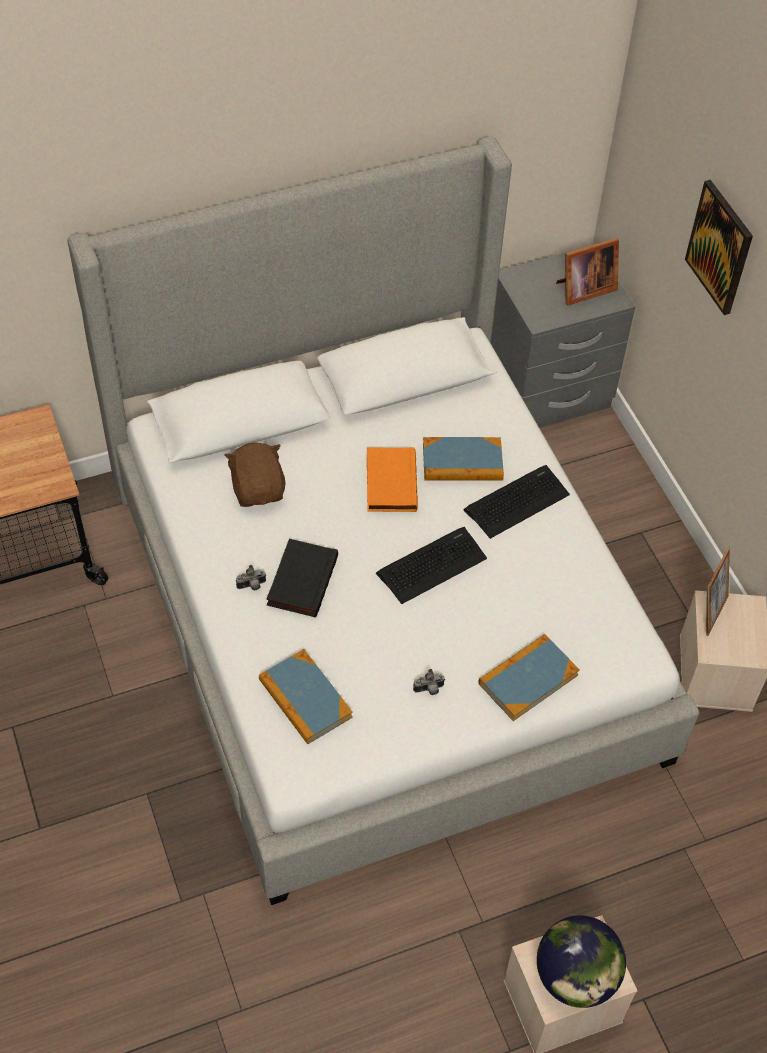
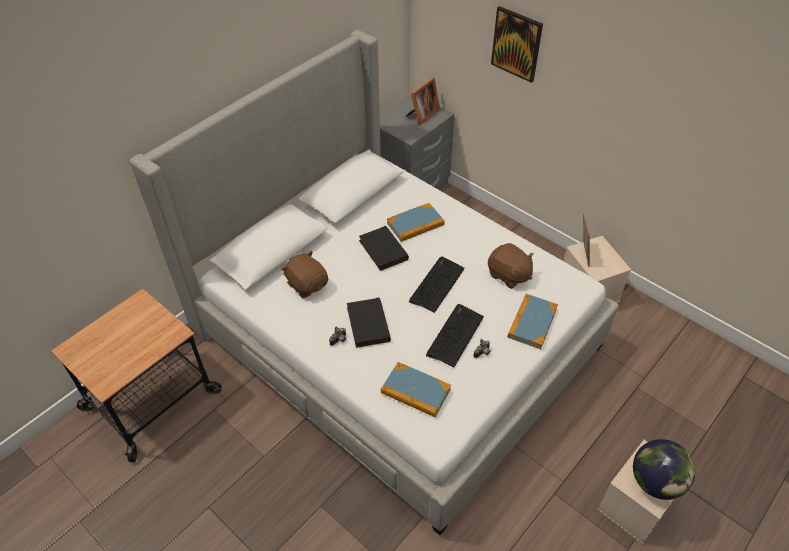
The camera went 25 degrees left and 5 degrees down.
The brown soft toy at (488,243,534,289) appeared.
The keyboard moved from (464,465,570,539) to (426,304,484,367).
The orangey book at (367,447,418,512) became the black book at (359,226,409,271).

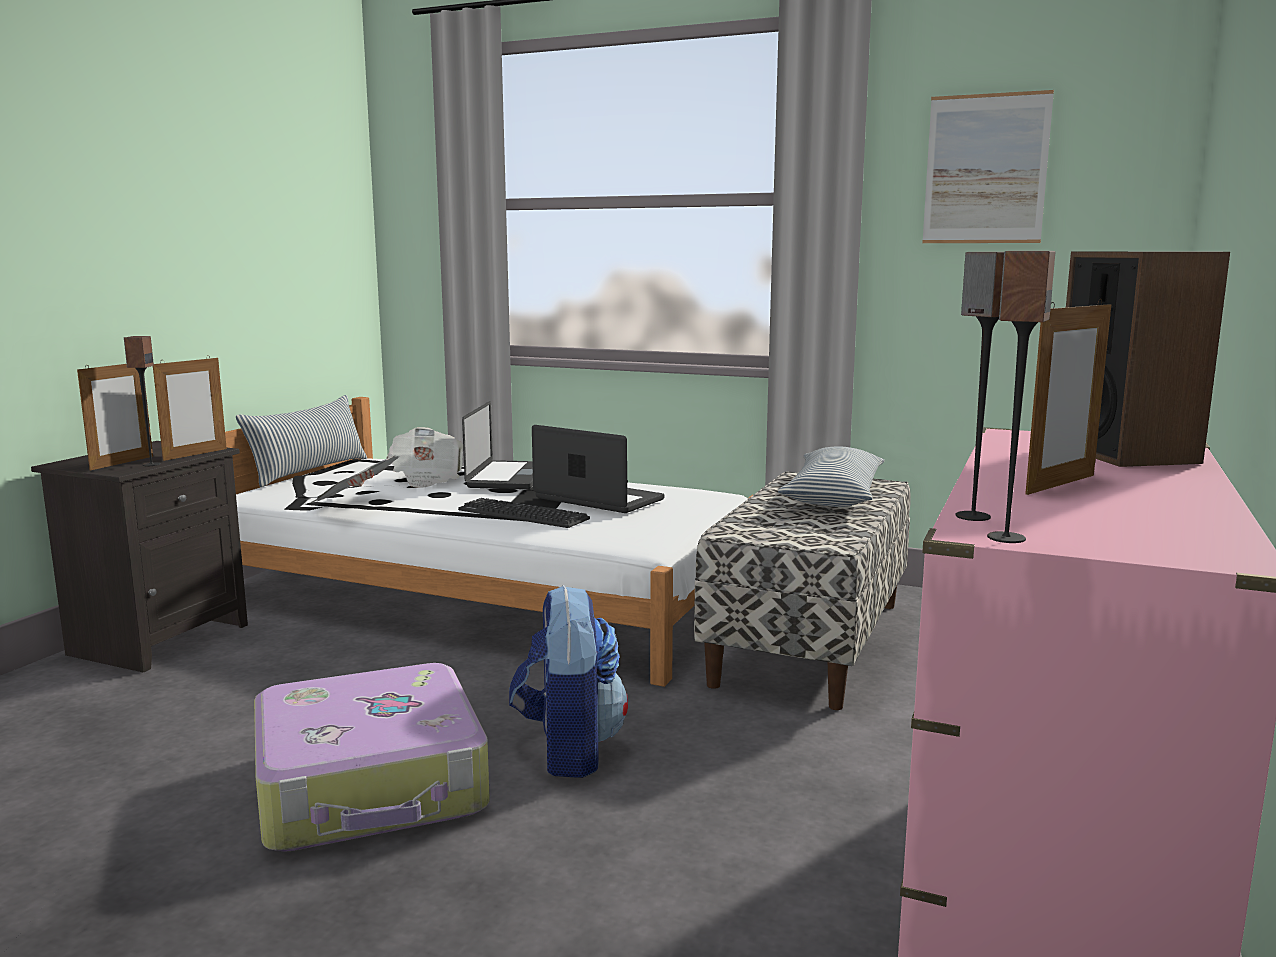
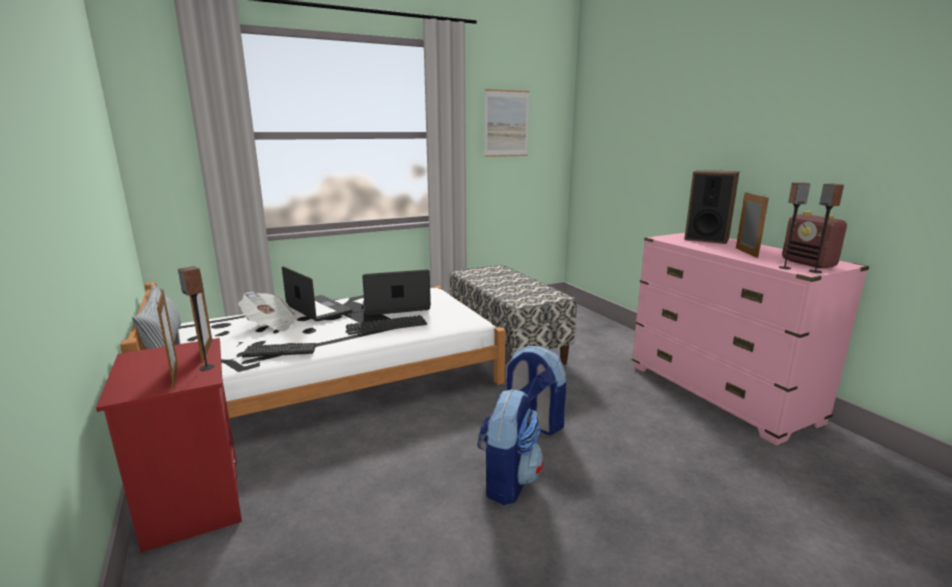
The camera went 50 degrees left and 5 degrees up.
The cushion at (778,446,884,507) disappeared.
The radio at (782,211,847,268) appeared.
The piece of luggage at (254,663,490,852) was replaced by the knapsack at (477,389,544,505).
The printed paper at (312,455,399,502) was replaced by the keyboard at (242,343,316,358).
The black night table at (31,441,248,673) became the red-coloured night table at (96,338,242,553).

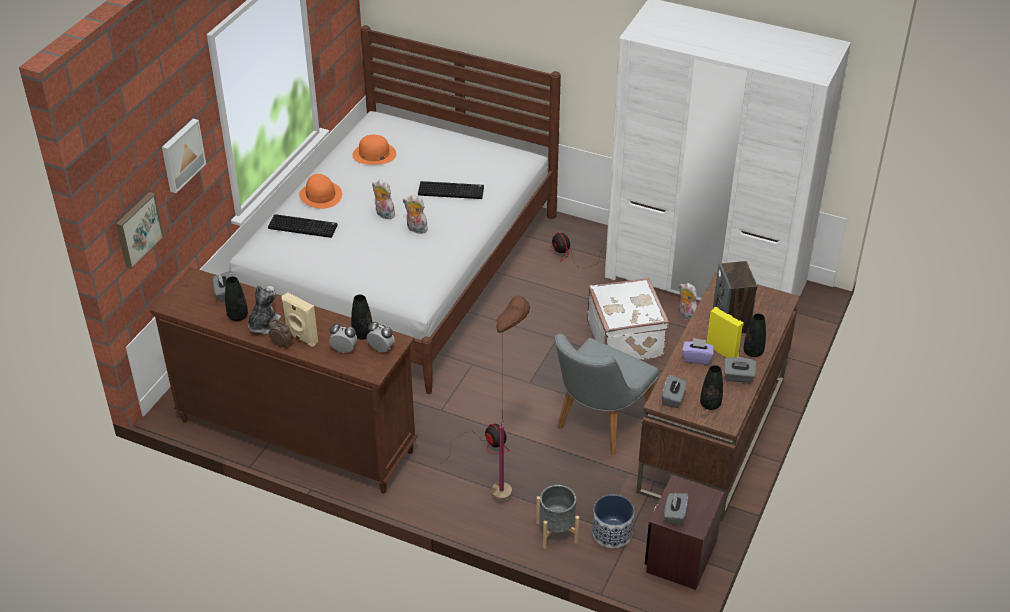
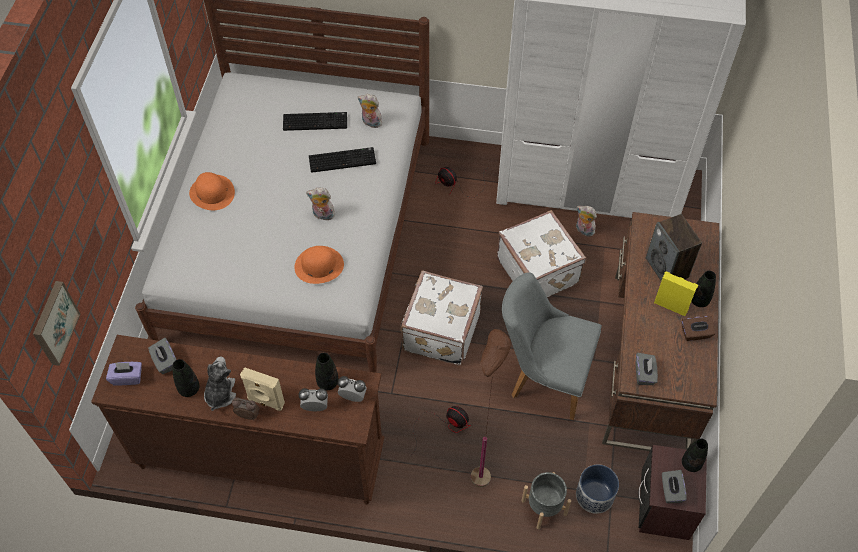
The camera went 15 degrees left and 15 degrees up.
The wall picture at (162,119,206,193) disappeared.
The white piece of luggage at (400,270,483,366) appeared.
The keyboard moved from (268,214,338,238) to (283,112,347,131).
The orangey wearable hat moved from (352,135,396,165) to (294,246,344,284).
The soft toy moved from (372,180,395,219) to (358,94,382,128).
The purple-coloured tissue box moved from (682,338,714,365) to (106,362,142,386).
The black decorative vase moved from (700,365,723,410) to (682,439,708,472).
The grey tissue box at (724,357,756,383) became the brown tissue box at (682,316,715,341).
The grey plain chair at (555,334,659,455) turned 90 degrees clockwise.

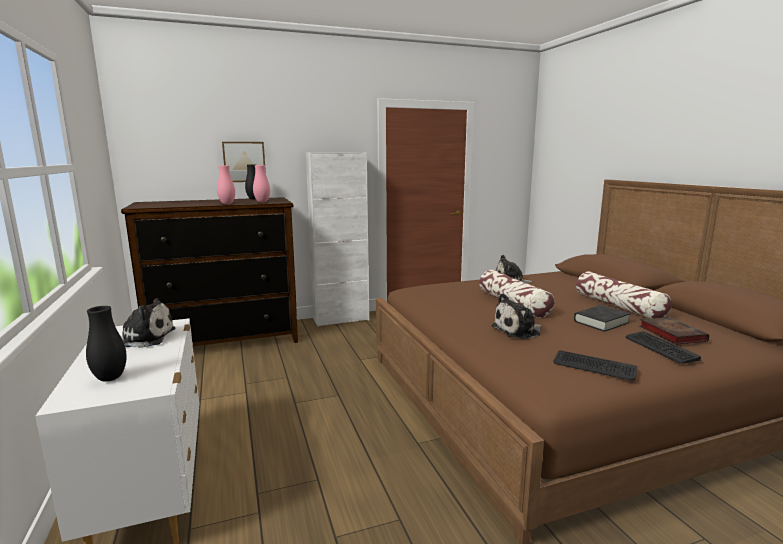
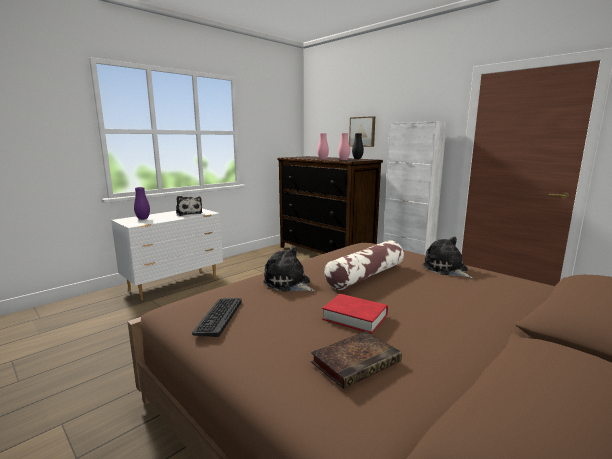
The camera went 65 degrees right and 0 degrees up.
The cushion at (576,272,672,318) disappeared.
The keyboard at (626,331,701,364) disappeared.
The black decorative vase at (86,306,127,382) became the purple-coloured decorative vase at (134,187,150,220).
The black book at (574,305,631,332) became the red-coloured book at (322,294,388,334).

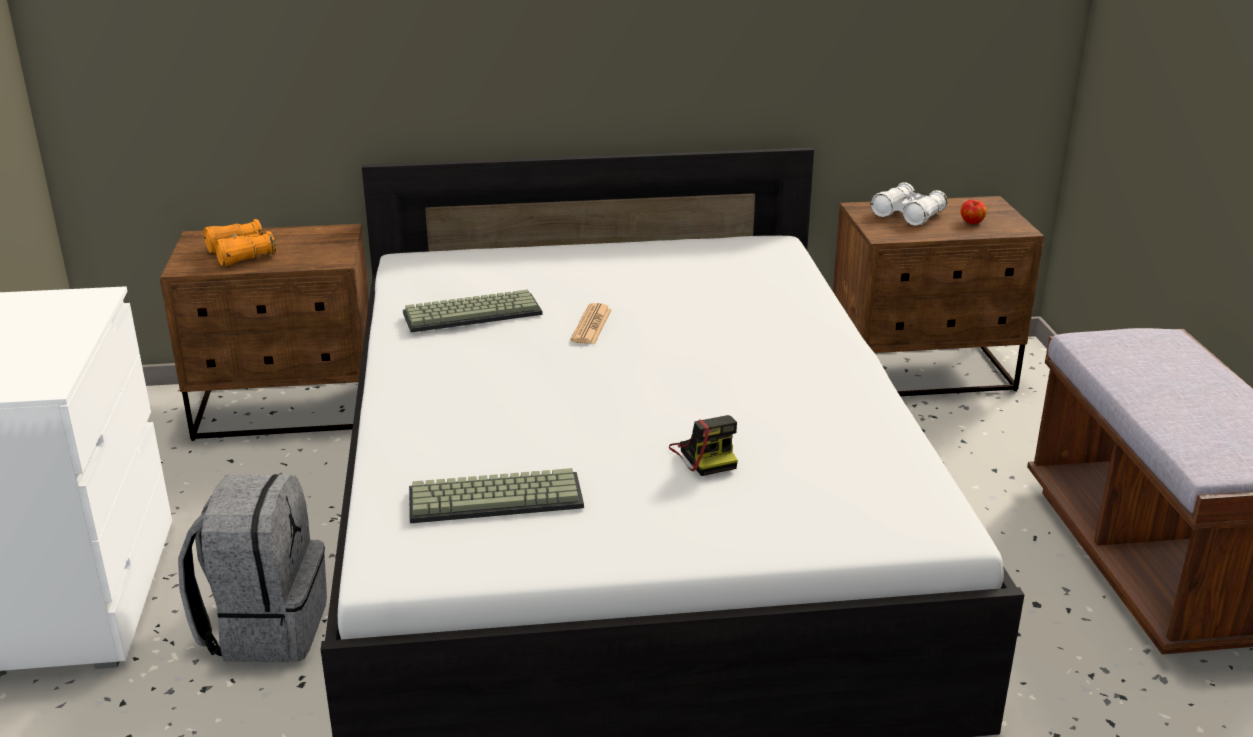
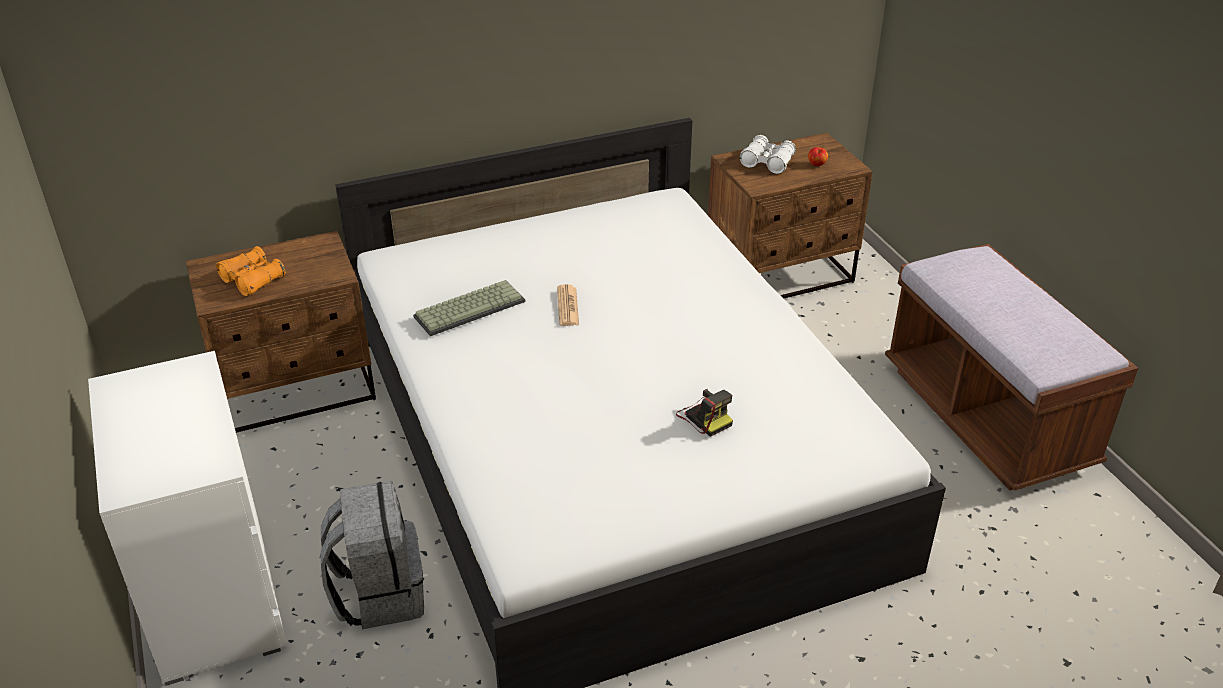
The camera went 15 degrees left and 10 degrees up.
The keyboard at (409,468,584,523) disappeared.

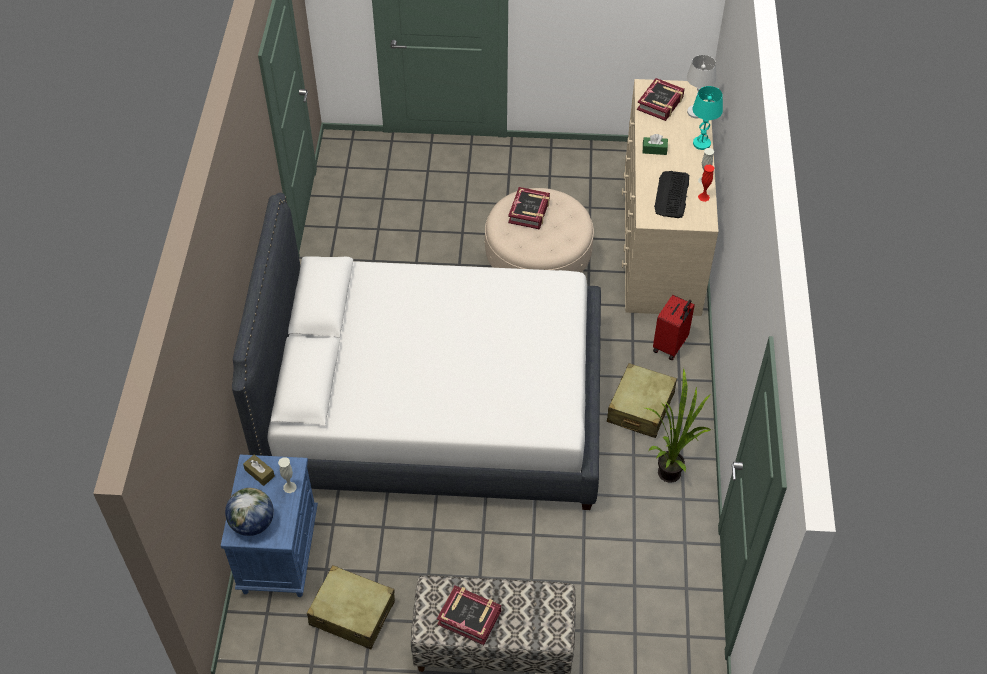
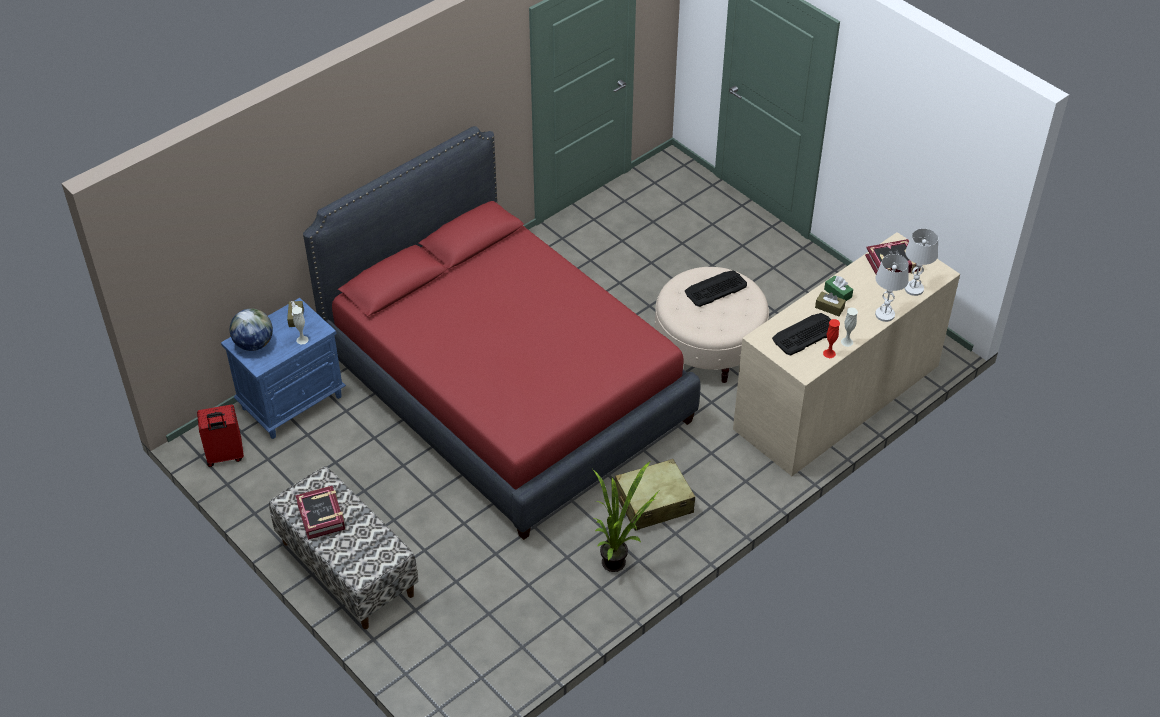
The camera went 45 degrees right and 5 degrees down.
The beige piece of luggage at (307,565,395,649) disappeared.
The brown tissue box at (815,292,846,316) appeared.
The red-coloured piece of luggage moved from (653,295,695,360) to (197,405,244,467).
The book at (508,187,550,230) was replaced by the keyboard at (685,271,747,307).
The white bedroom bed at (232,193,601,510) became the red-coloured bedroom bed at (303,126,700,540).
The turquoise table lamp at (693,86,723,150) became the white table lamp at (875,254,909,322).

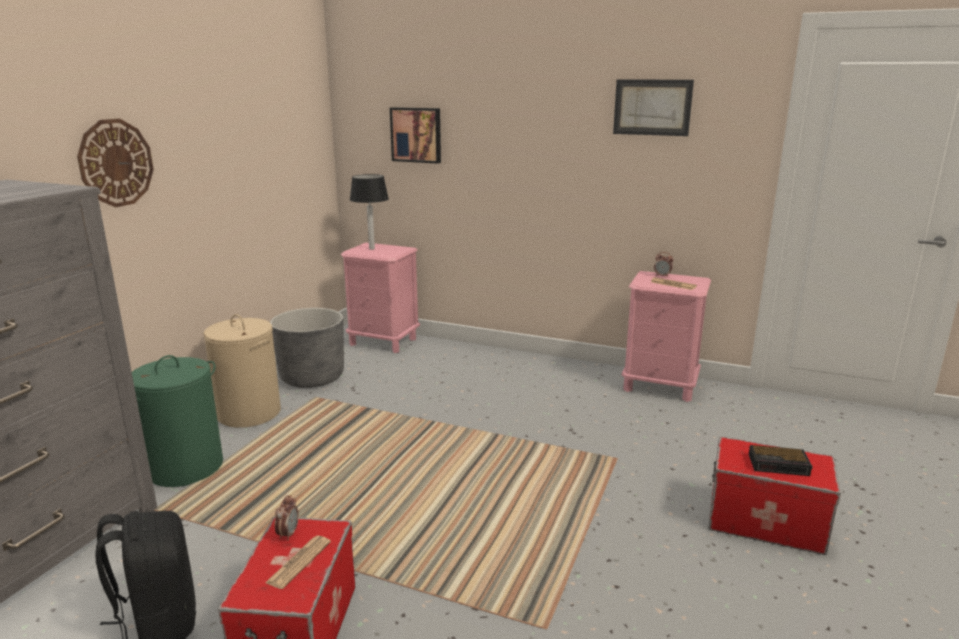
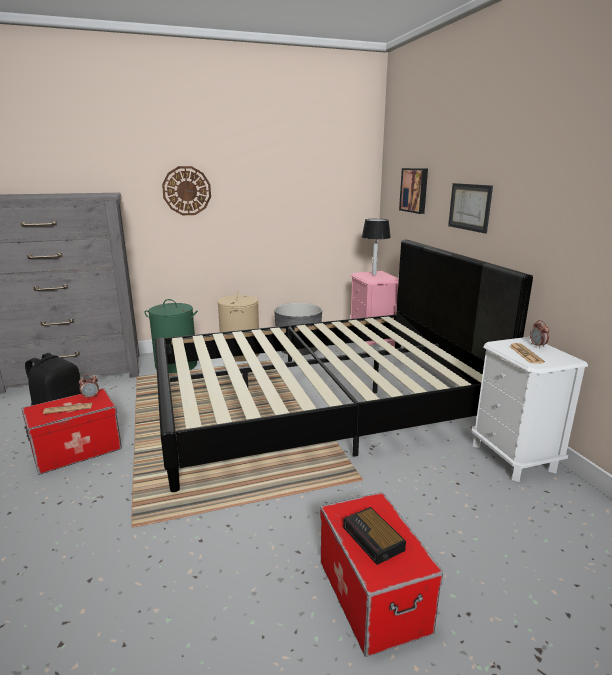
The camera went 50 degrees right and 0 degrees up.
The black bedroom bed at (155,240,533,492) appeared.
The wall picture moved from (613,79,694,136) to (448,183,493,234).
The pinkish night table at (622,271,711,402) became the white night table at (471,337,588,482).

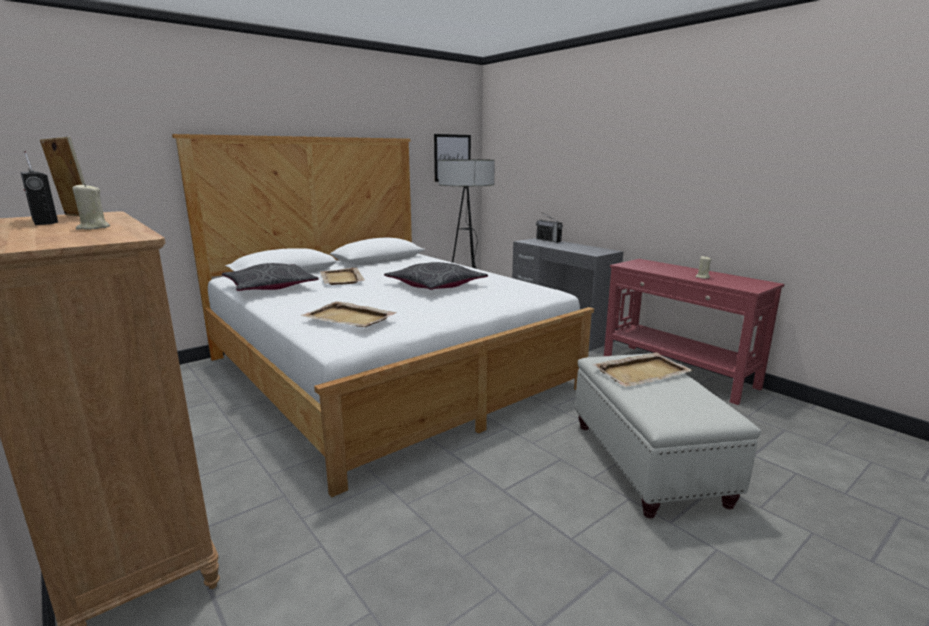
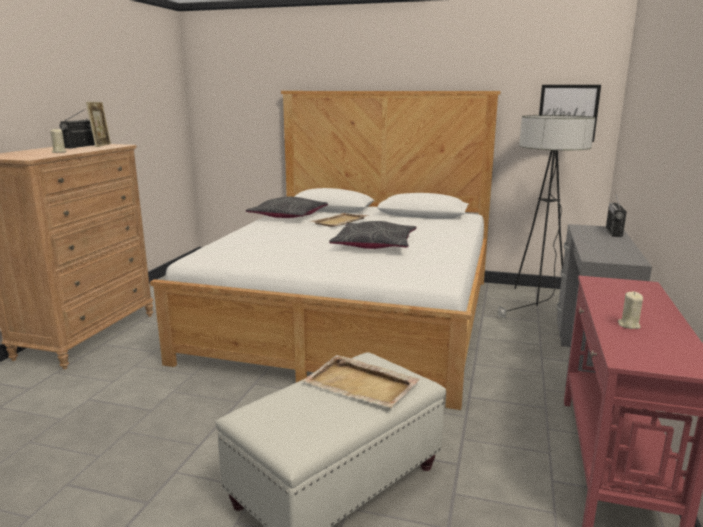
The camera went 55 degrees right and 0 degrees up.
The beige tray at (301,301,397,327) disappeared.

